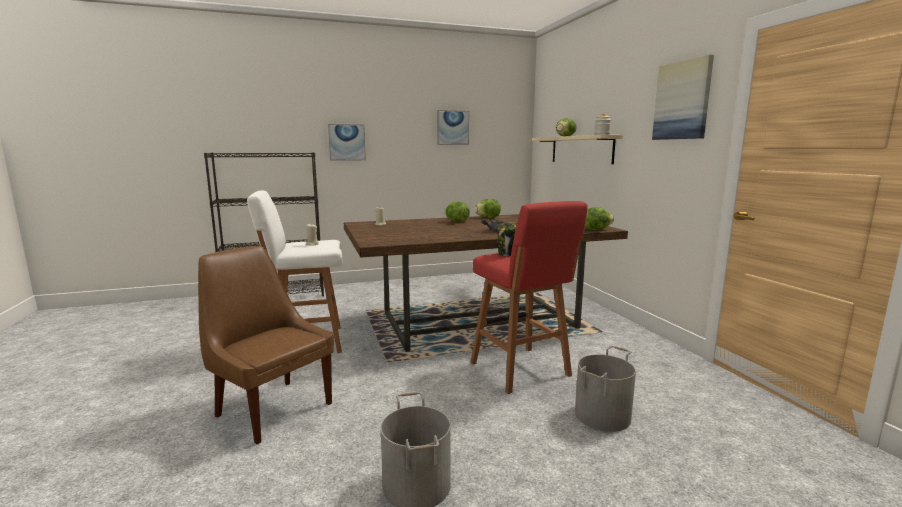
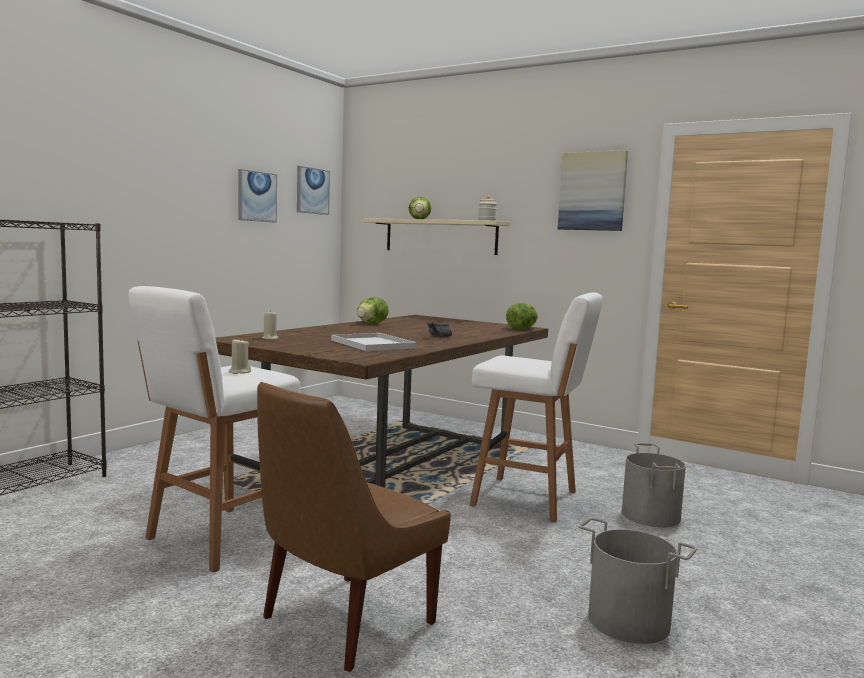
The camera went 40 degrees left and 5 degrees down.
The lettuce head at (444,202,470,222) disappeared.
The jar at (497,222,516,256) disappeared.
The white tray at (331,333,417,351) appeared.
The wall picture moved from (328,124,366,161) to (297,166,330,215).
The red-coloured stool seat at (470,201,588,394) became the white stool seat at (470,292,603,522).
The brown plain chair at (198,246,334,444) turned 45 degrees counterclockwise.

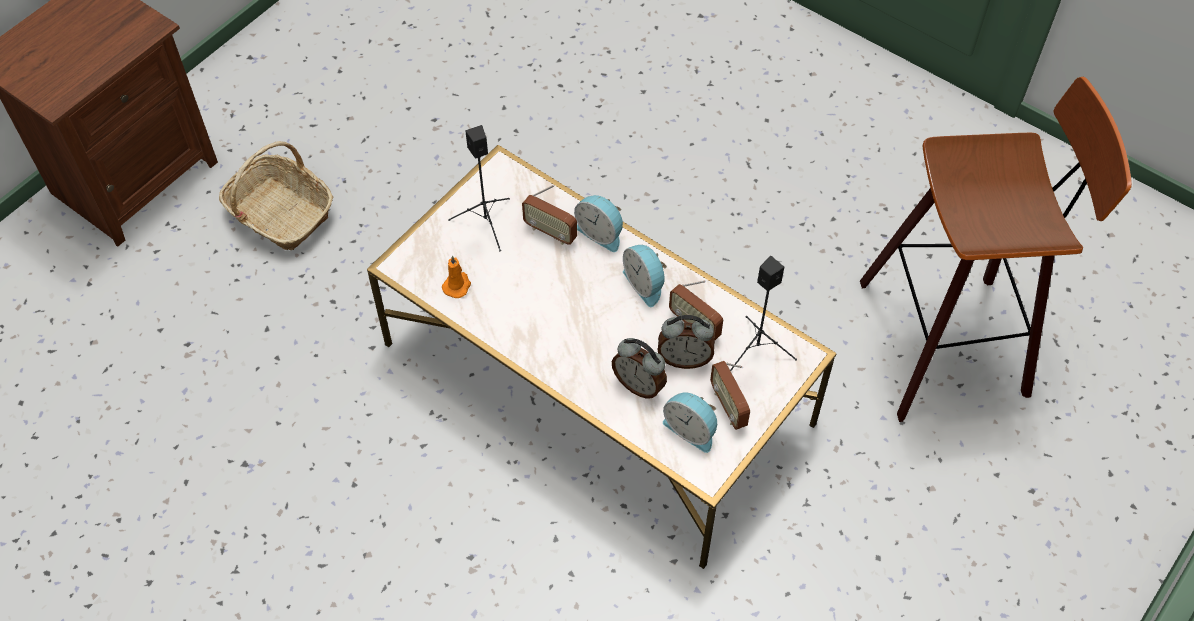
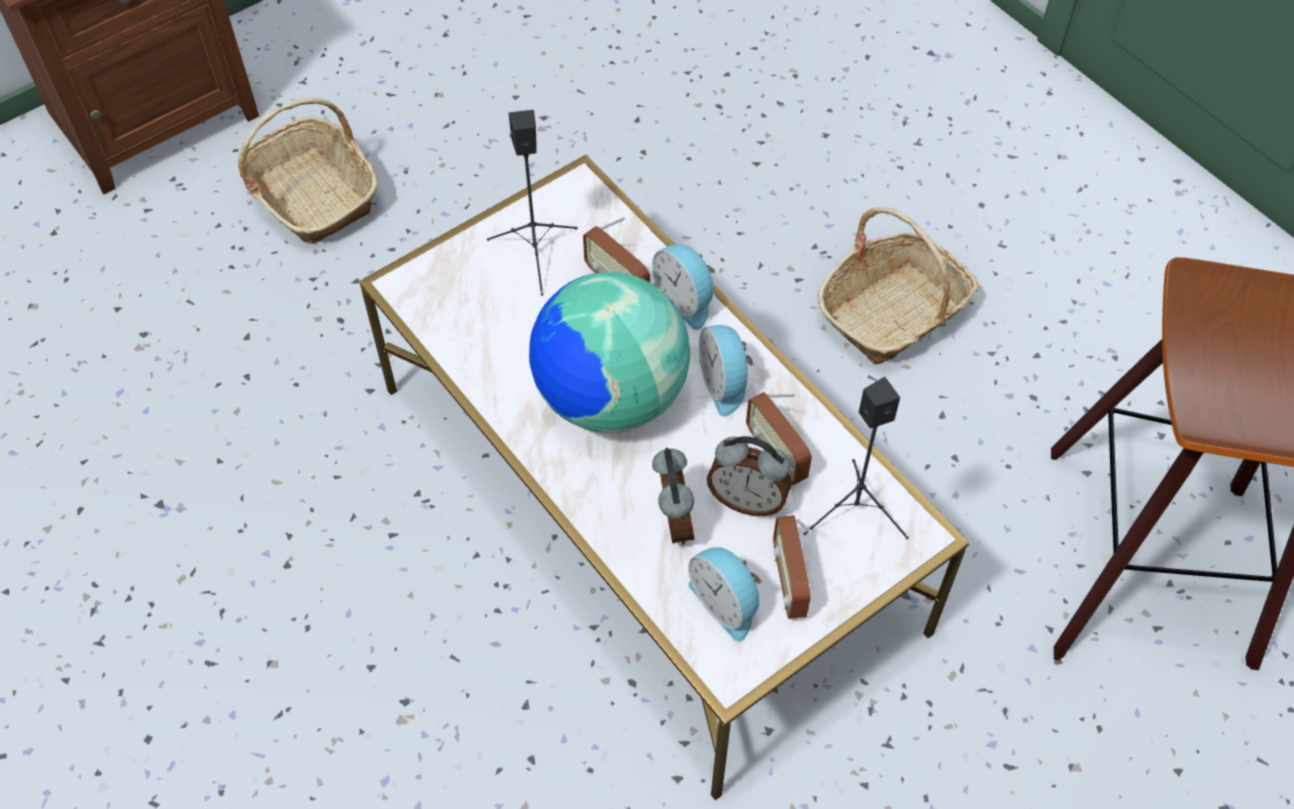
The camera went 15 degrees right and 0 degrees up.
The orangey candle at (442,255,471,298) disappeared.
The desk globe at (529,272,690,433) appeared.
The basket at (818,207,979,364) appeared.
The table clock at (612,338,667,399) turned 150 degrees counterclockwise.

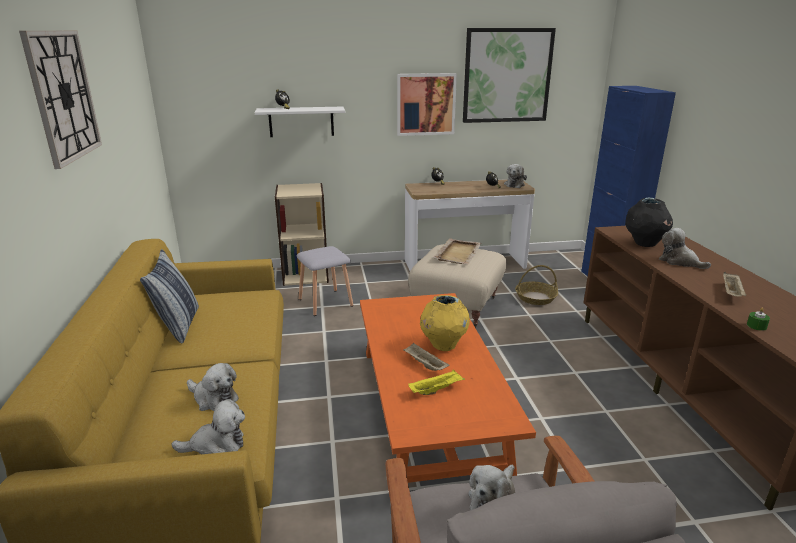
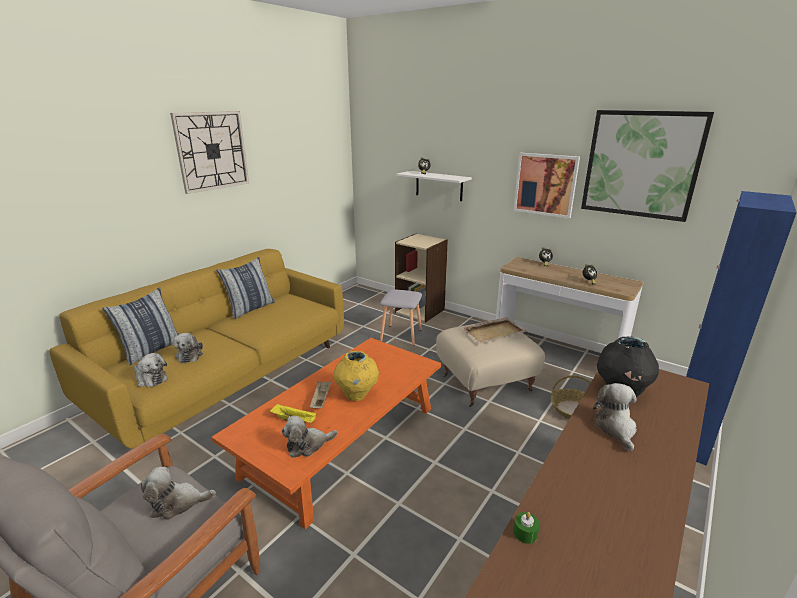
The camera went 45 degrees right and 0 degrees up.
The beige tray at (723,272,746,297) disappeared.
The cushion at (102,287,179,365) appeared.
The soft toy moved from (504,164,527,188) to (282,416,338,458).

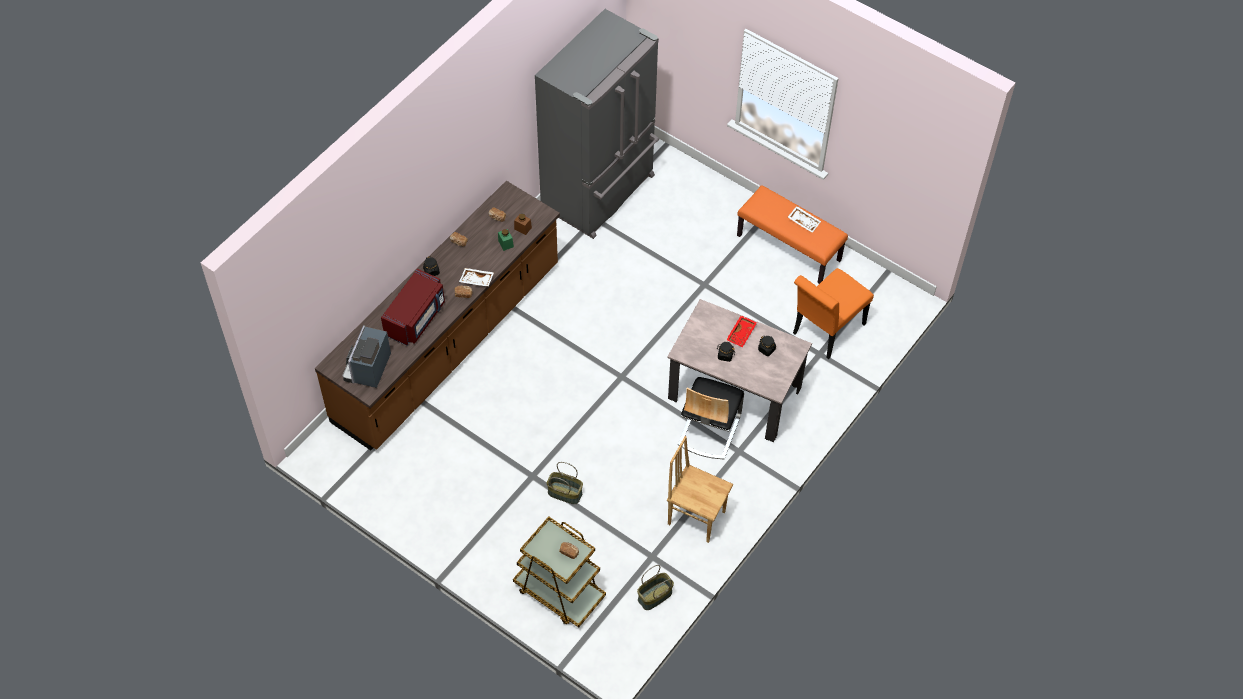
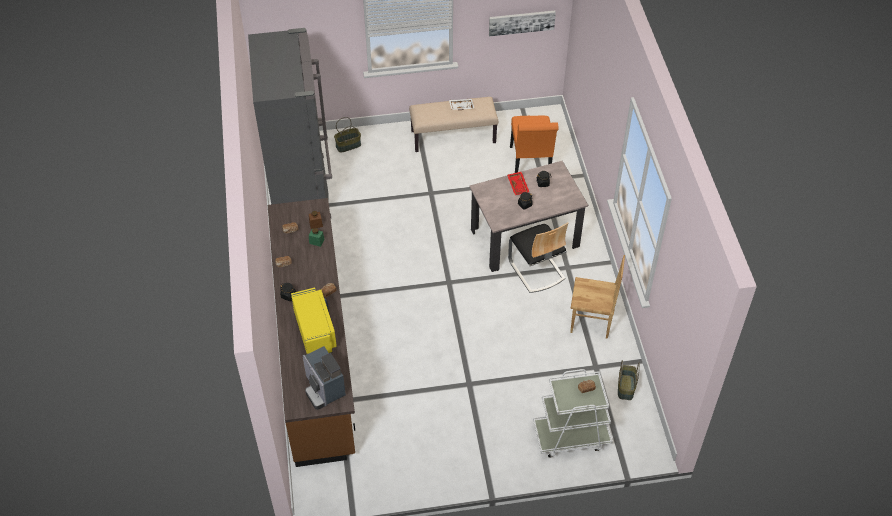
The camera went 45 degrees left and 5 degrees down.
The white tray at (459,268,494,287) disappeared.
The wall picture at (489,10,556,36) appeared.
The basket moved from (547,462,583,504) to (334,117,361,153).
The red-coloured microwave oven at (381,269,445,346) became the yellow-coloured microwave oven at (291,288,337,354).
The brown trolley at (513,516,606,628) became the white trolley at (533,369,613,458).
The orangey bench at (737,185,848,284) became the beige bench at (409,97,498,152).
The brown plain chair at (667,436,733,543) turned 150 degrees counterclockwise.

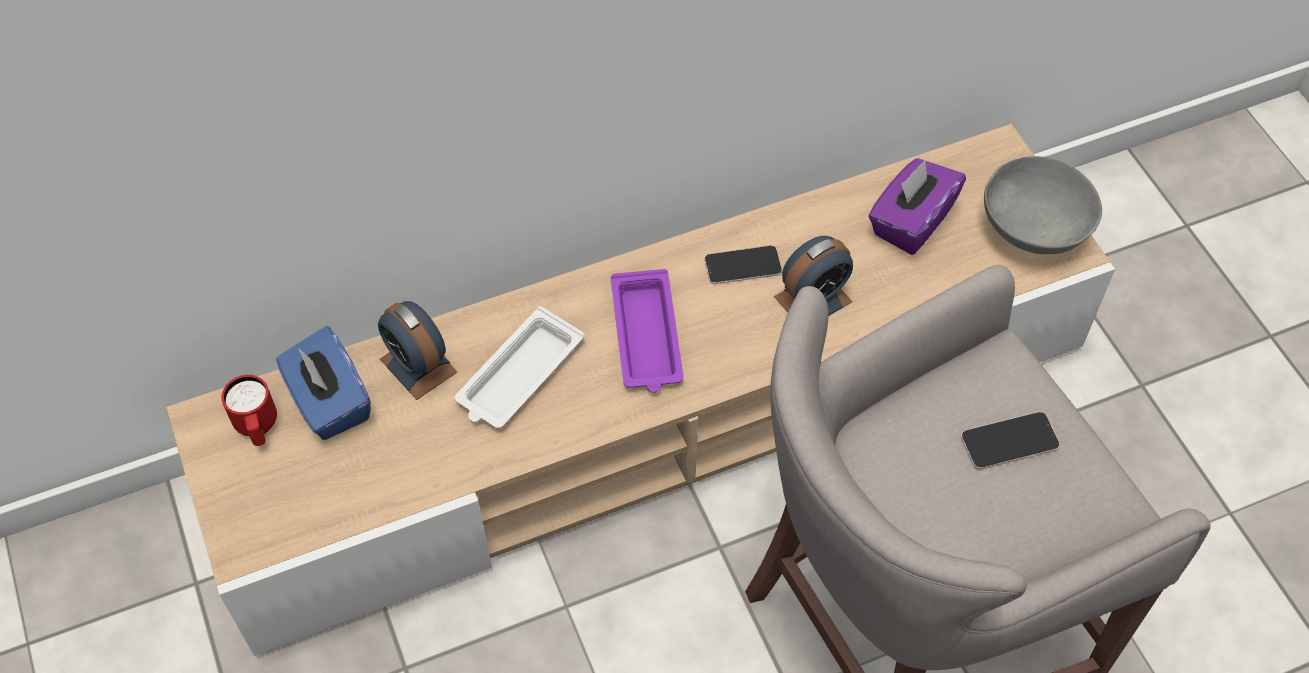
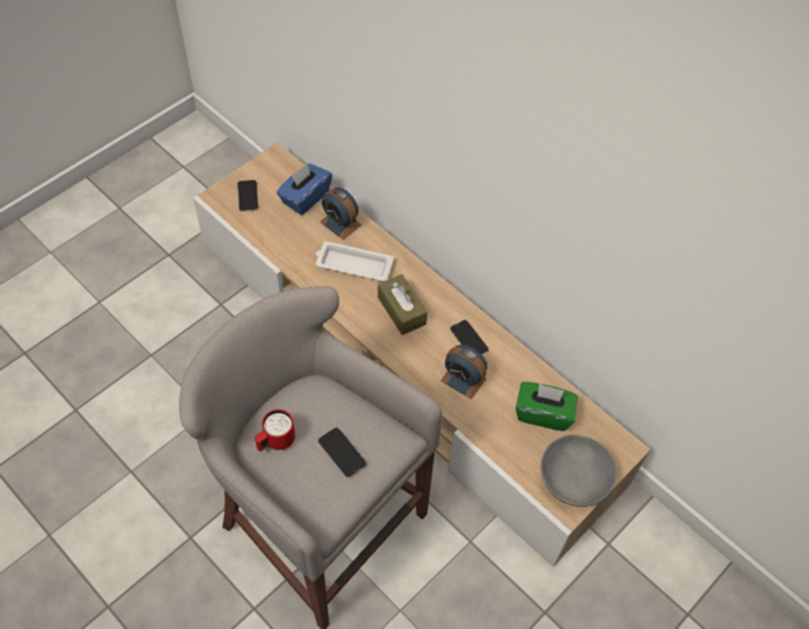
The camera went 65 degrees right and 0 degrees up.
The handset at (238,180,259,212) appeared.
The red-coloured tea mug moved from (221,375,277,446) to (254,409,295,451).
The purple-coloured tray at (611,269,683,393) was replaced by the brown tissue box at (378,274,427,335).
The purple-coloured tissue box at (868,158,966,255) became the green tissue box at (515,382,578,431).
The table clock at (378,301,458,400) turned 75 degrees counterclockwise.

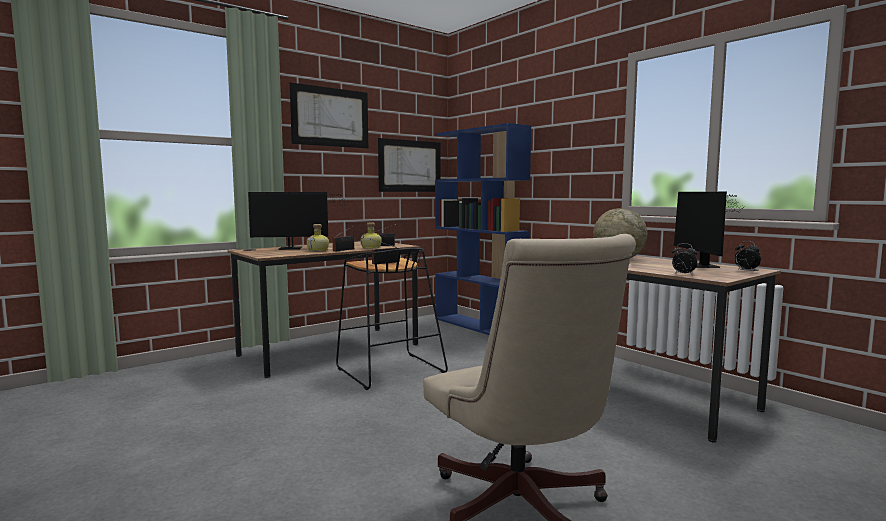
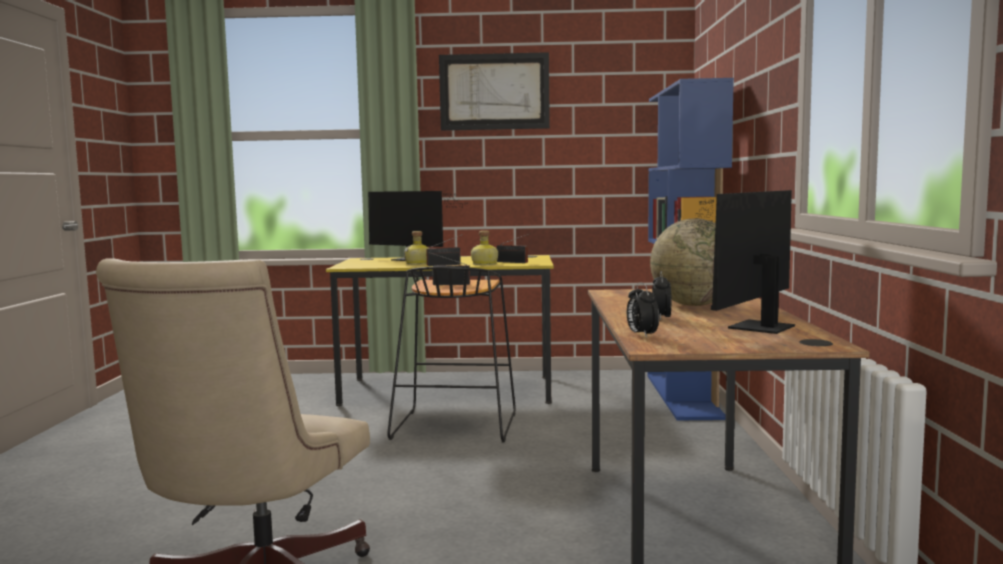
The camera went 40 degrees right and 0 degrees up.
The wall picture at (378,138,440,192) disappeared.
The table clock moved from (735,241,761,271) to (652,271,671,320).
The brown desk table at (228,242,421,378) became the yellow-coloured desk table at (326,255,554,406).

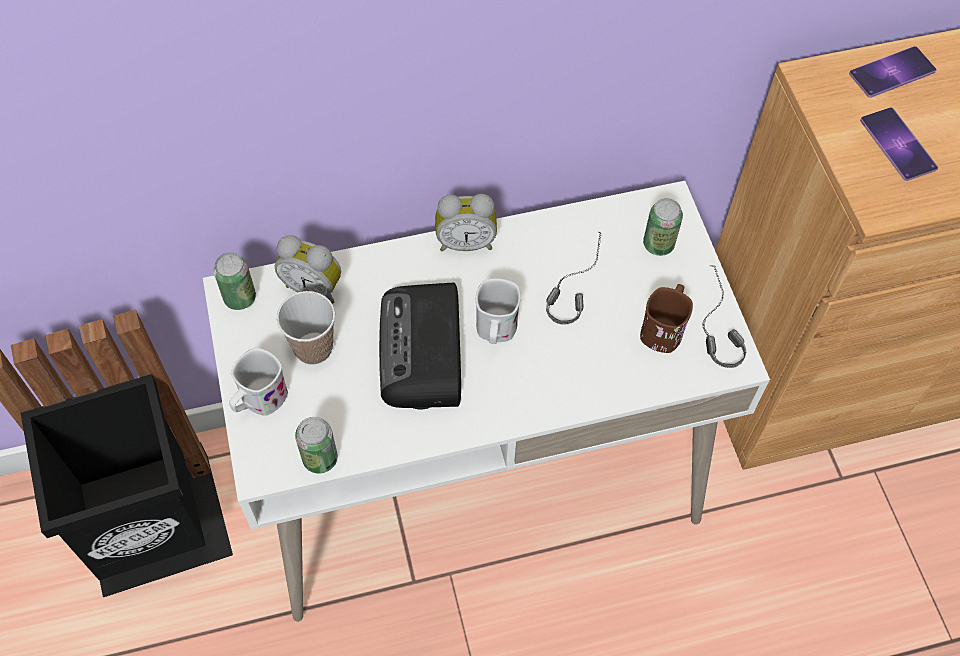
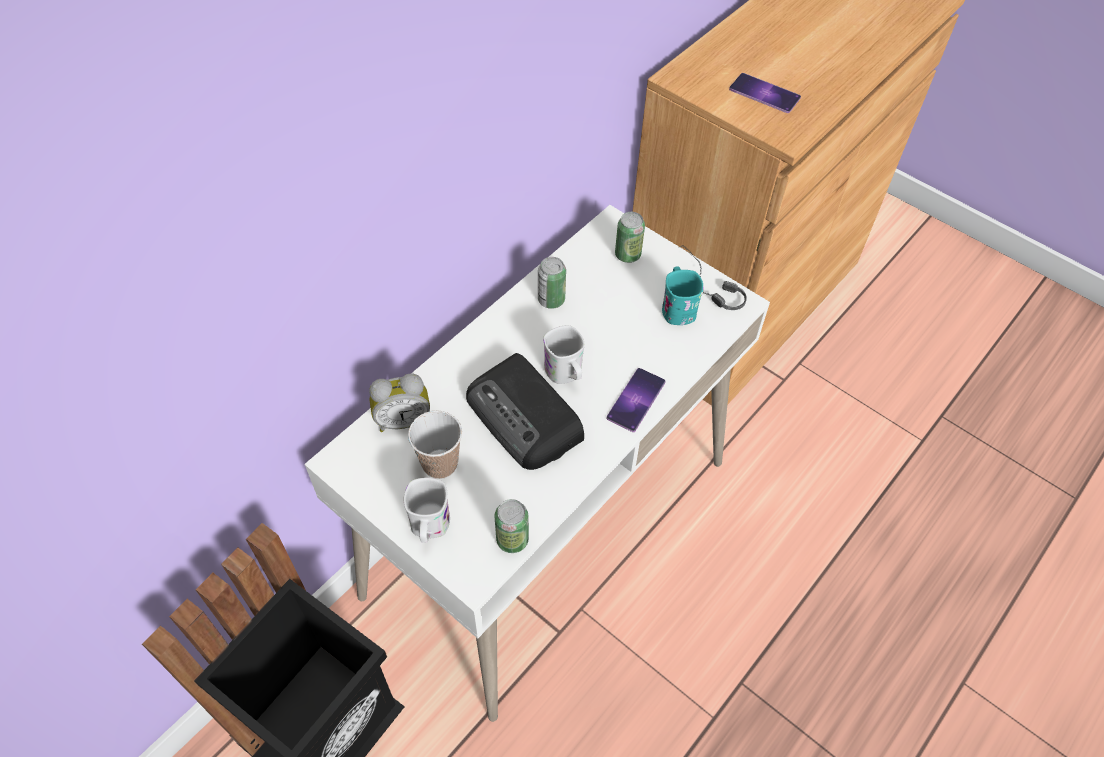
The camera went 35 degrees left and 5 degrees down.
The table clock at (435,194,497,251) disappeared.
The headphones at (546,232,602,325) disappeared.
The metal can moved from (214,252,256,310) to (538,257,566,309).
The handset moved from (849,46,937,98) to (607,368,665,432).
The brown tea mug at (640,284,693,353) became the turquoise tea mug at (662,266,703,325).

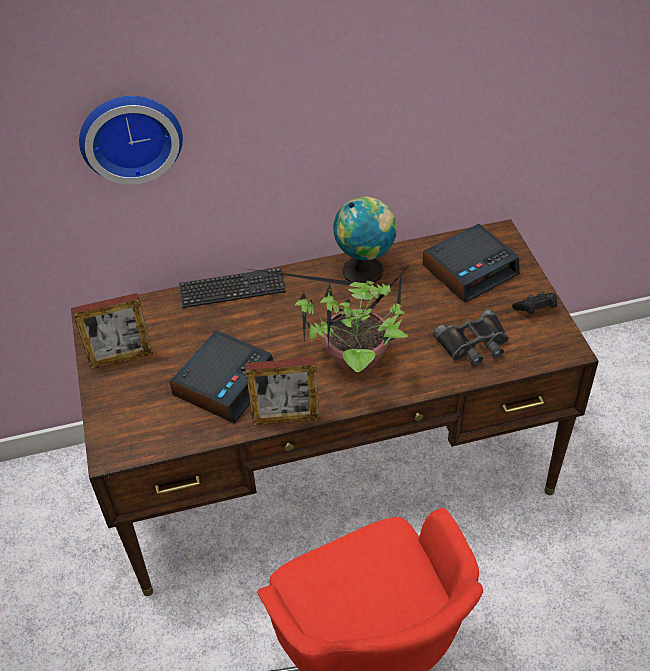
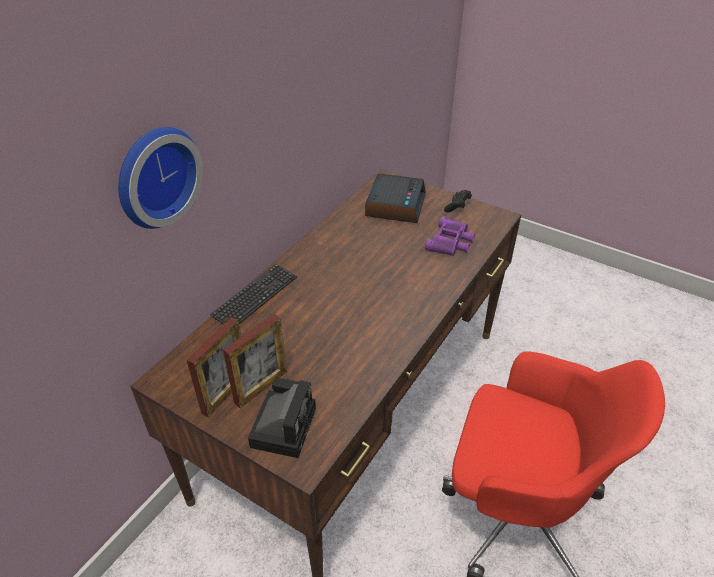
The camera went 45 degrees left and 5 degrees down.
The table clock at (170,330,274,423) disappeared.
The houseplant at (249,268,408,373) disappeared.
The desk globe at (333,196,397,285) disappeared.
The photo camera at (248,378,316,458) appeared.
The standing frame moved from (245,357,319,425) to (223,314,287,408).
The black pair of binoculars at (433,309,509,366) became the purple-coloured pair of binoculars at (425,216,475,256).

